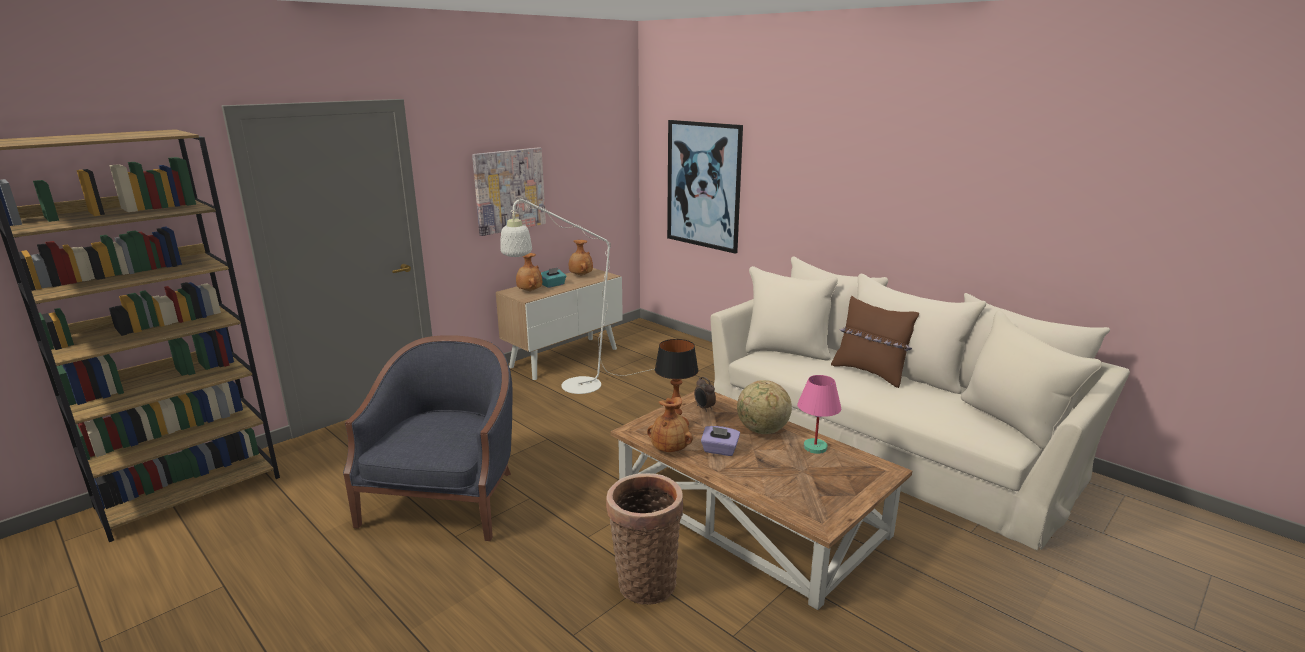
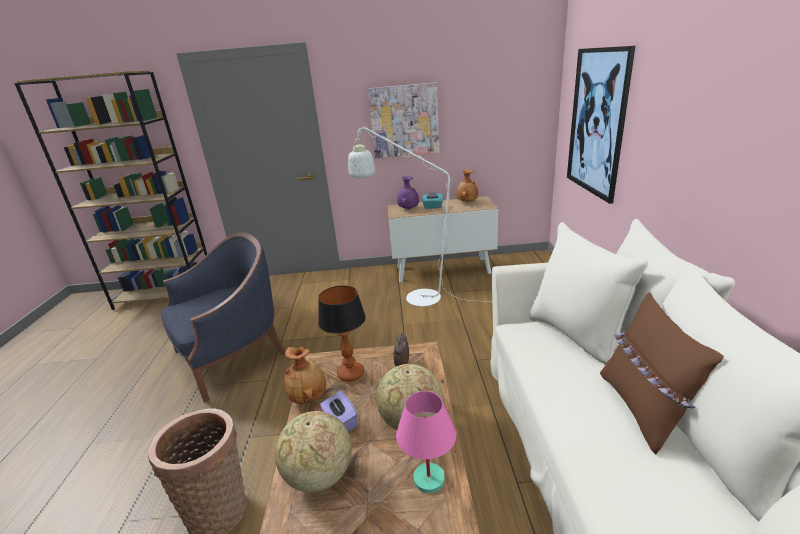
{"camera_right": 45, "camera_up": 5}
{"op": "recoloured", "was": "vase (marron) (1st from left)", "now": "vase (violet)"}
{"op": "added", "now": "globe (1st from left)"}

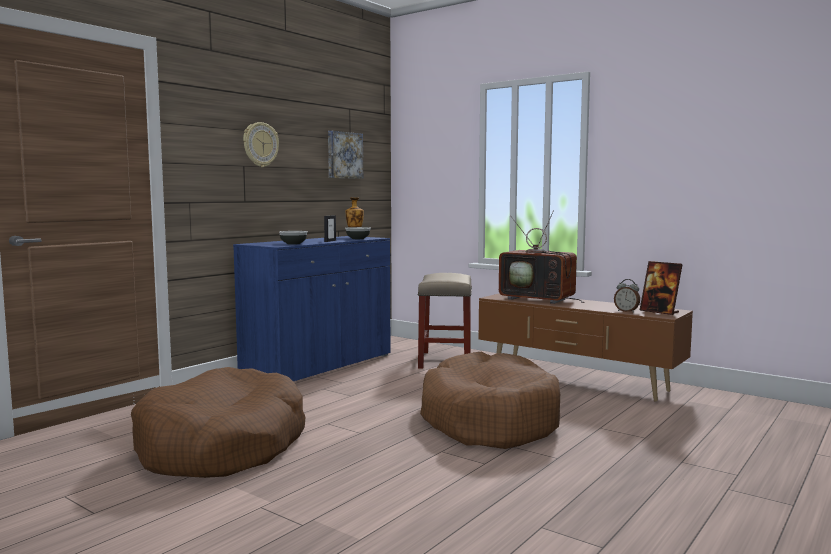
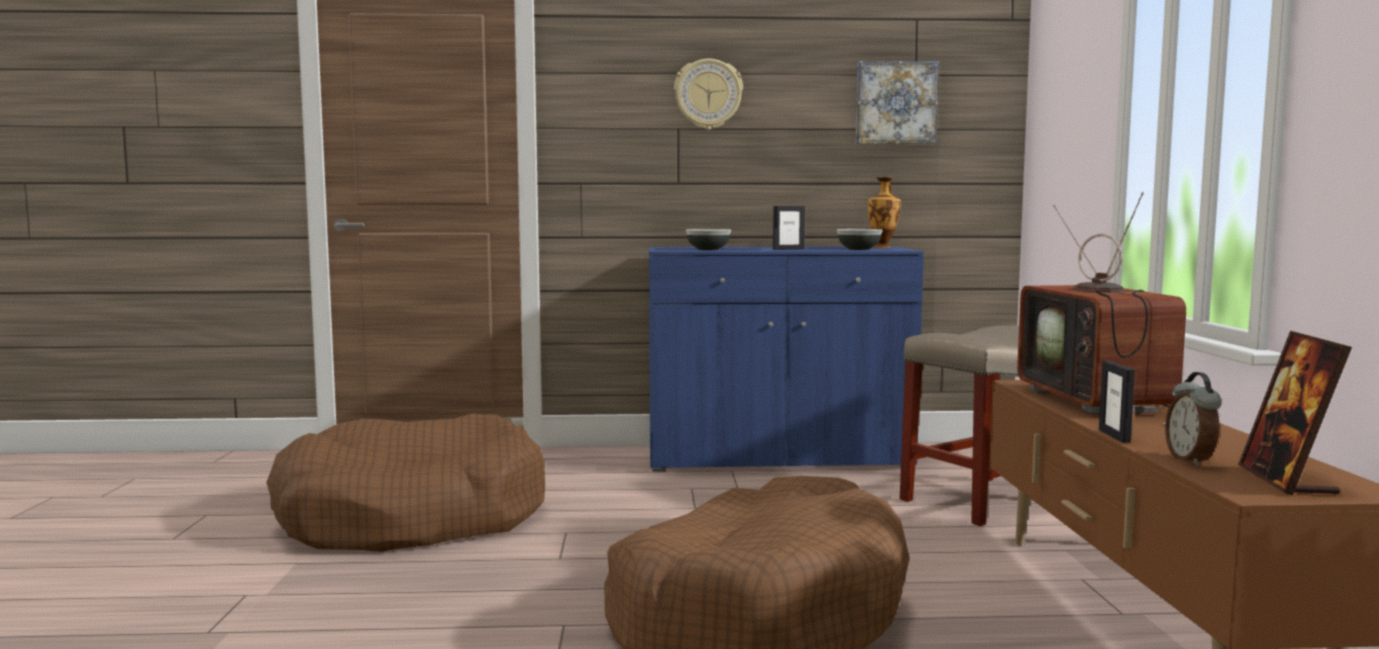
{"camera_right": 50, "camera_up": 0}
{"op": "added", "now": "cadre photo (2nd from left)"}

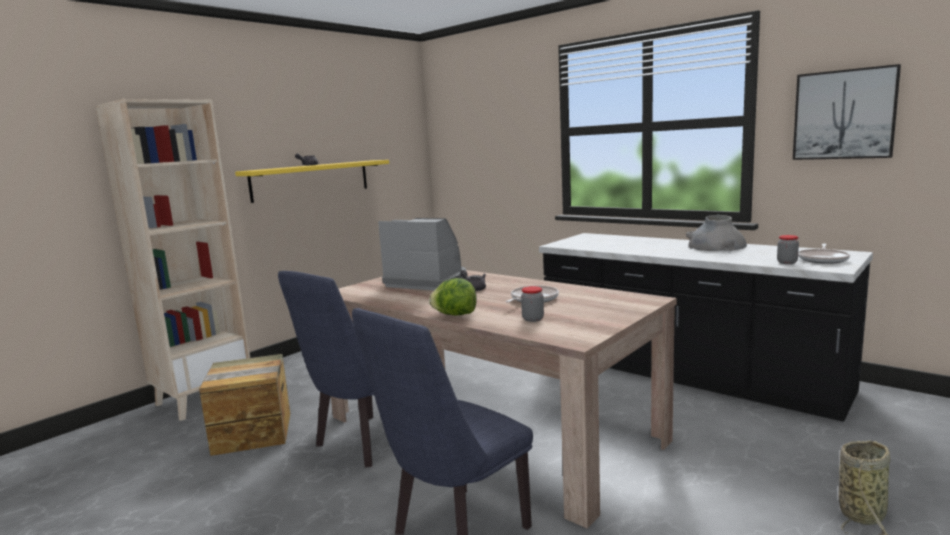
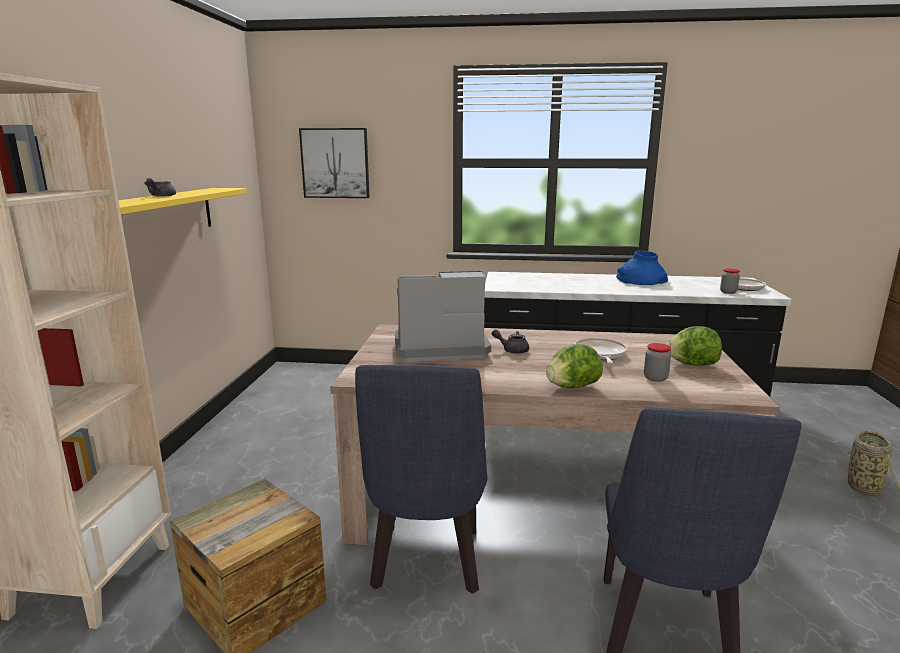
{"camera_right": -35, "camera_up": 5}
{"op": "recoloured", "was": "vase (gris)", "now": "vase (bleu)"}
{"op": "moved", "was": "tableau"}
{"op": "added", "now": "laitue (2nd from left)"}

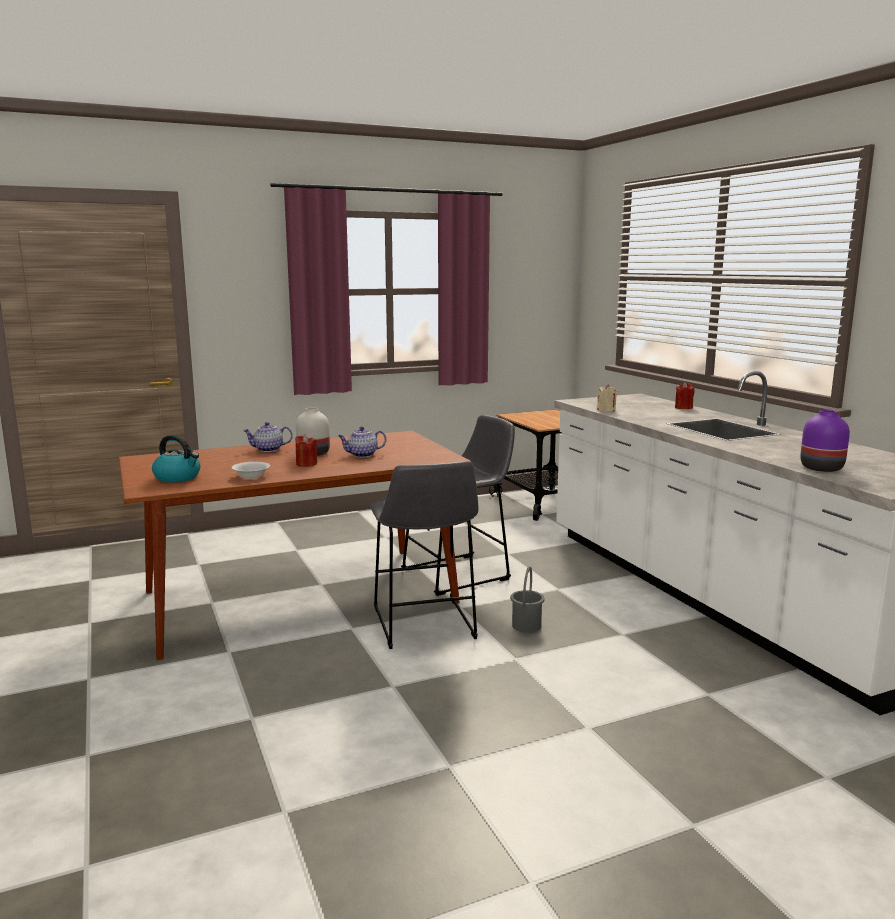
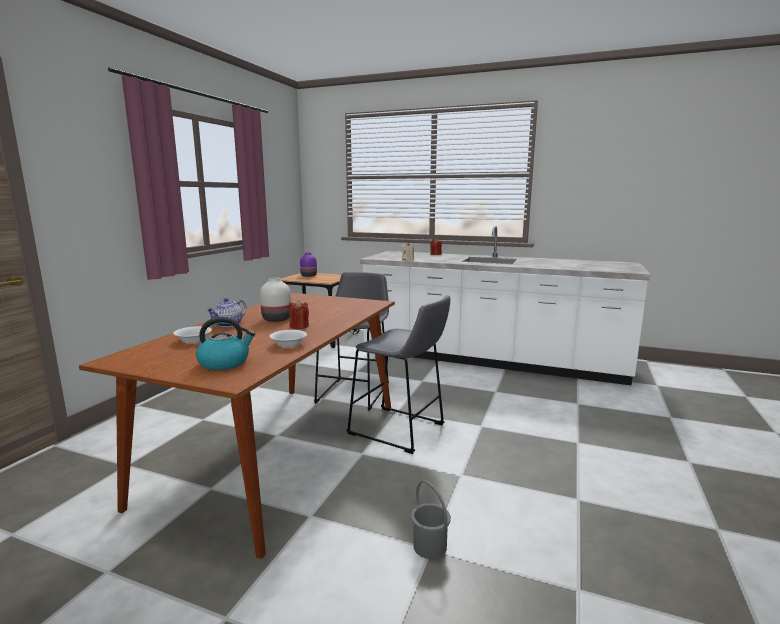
{"camera_right": -45, "camera_up": 0}
{"op": "removed", "was": "théière (2nd from left)"}
{"op": "moved", "was": "seau (gris)"}
{"op": "moved", "was": "vase (violet)"}
{"op": "added", "now": "bol (blanc) (1st from left)"}

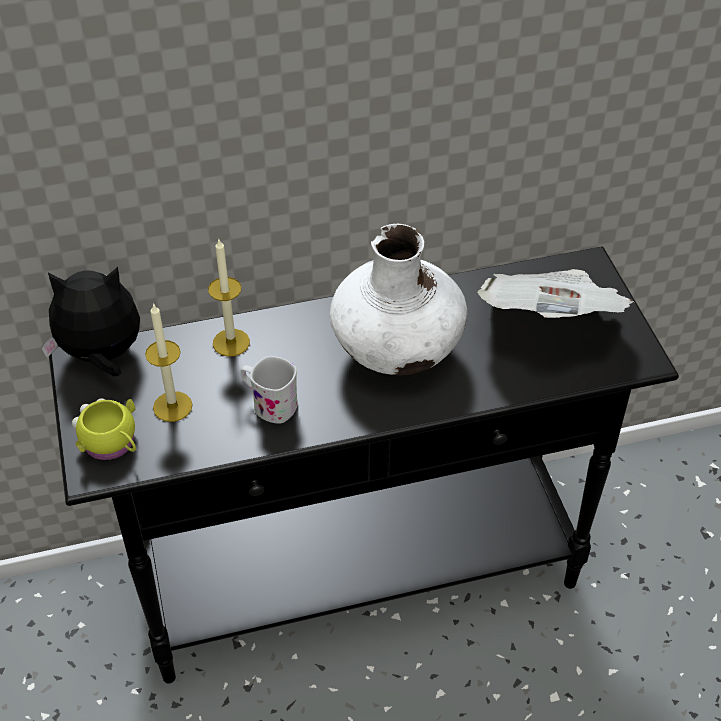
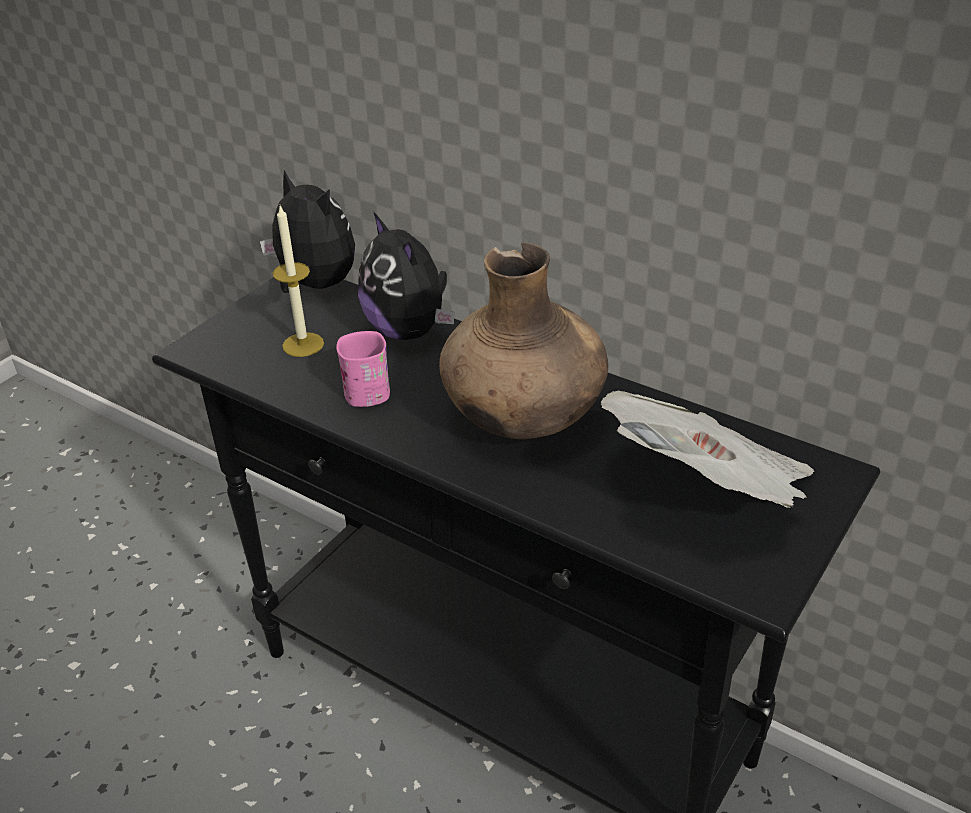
{"camera_right": 50, "camera_up": -10}
{"op": "removed", "was": "mug (jaune)"}
{"op": "replaced", "was": "bougie (2nd from left)", "now": "peluche (2nd from left)"}
{"op": "recoloured", "was": "mug (blanc)", "now": "mug (rose)"}
{"op": "recoloured", "was": "vase (blanc)", "now": "vase (marron)"}

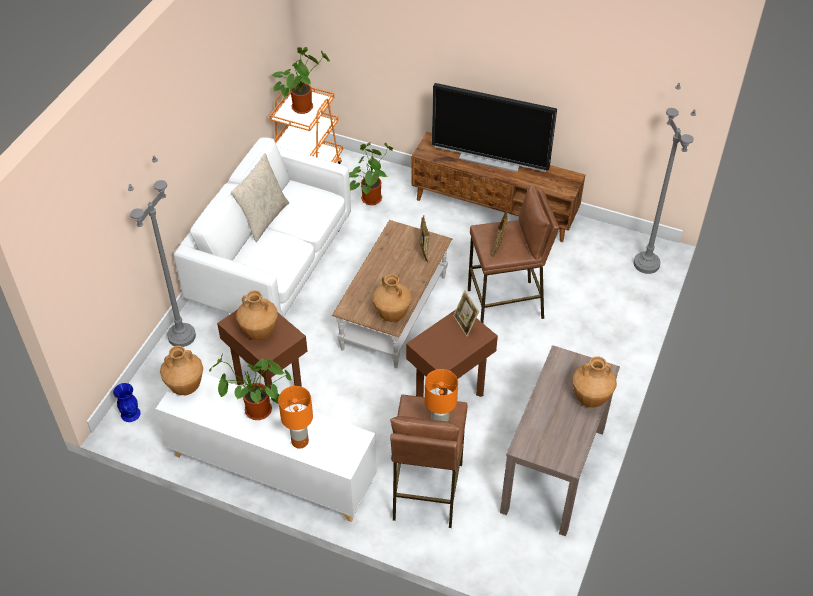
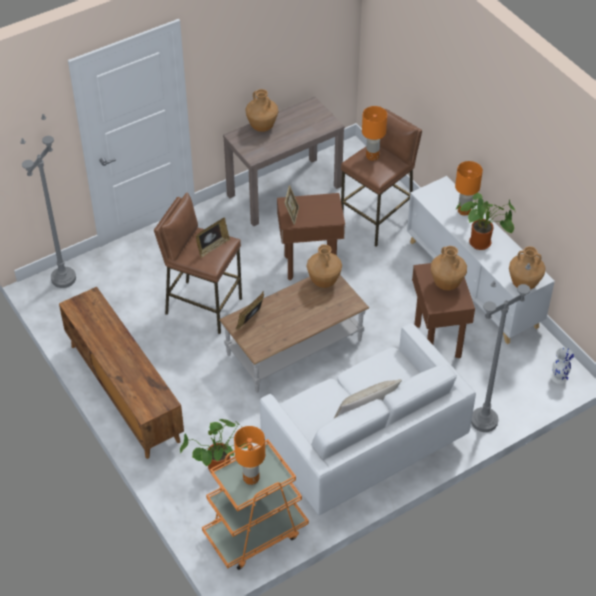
{"camera_right": -145, "camera_up": 0}
{"op": "recoloured", "was": "vase (bleu)", "now": "vase (blanc)"}
{"op": "replaced", "was": "plante en pot (2nd from left)", "now": "lampe de table (orange) (1st from left)"}
{"op": "removed", "was": "téléviseur"}

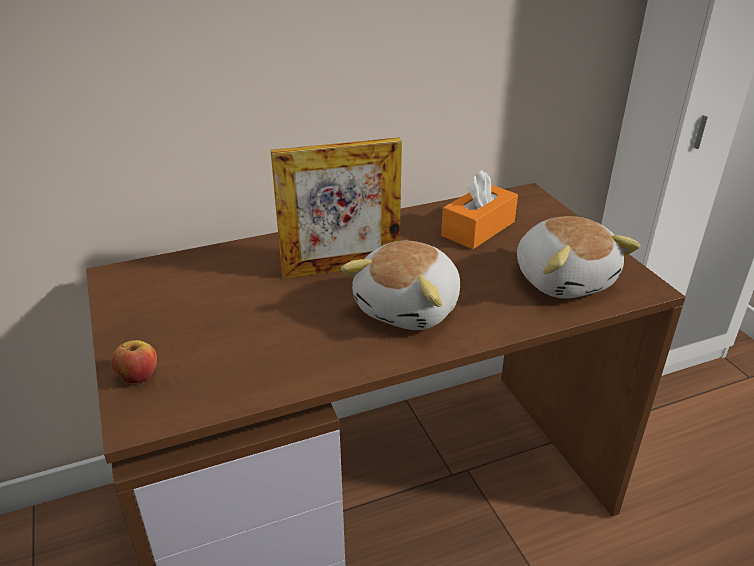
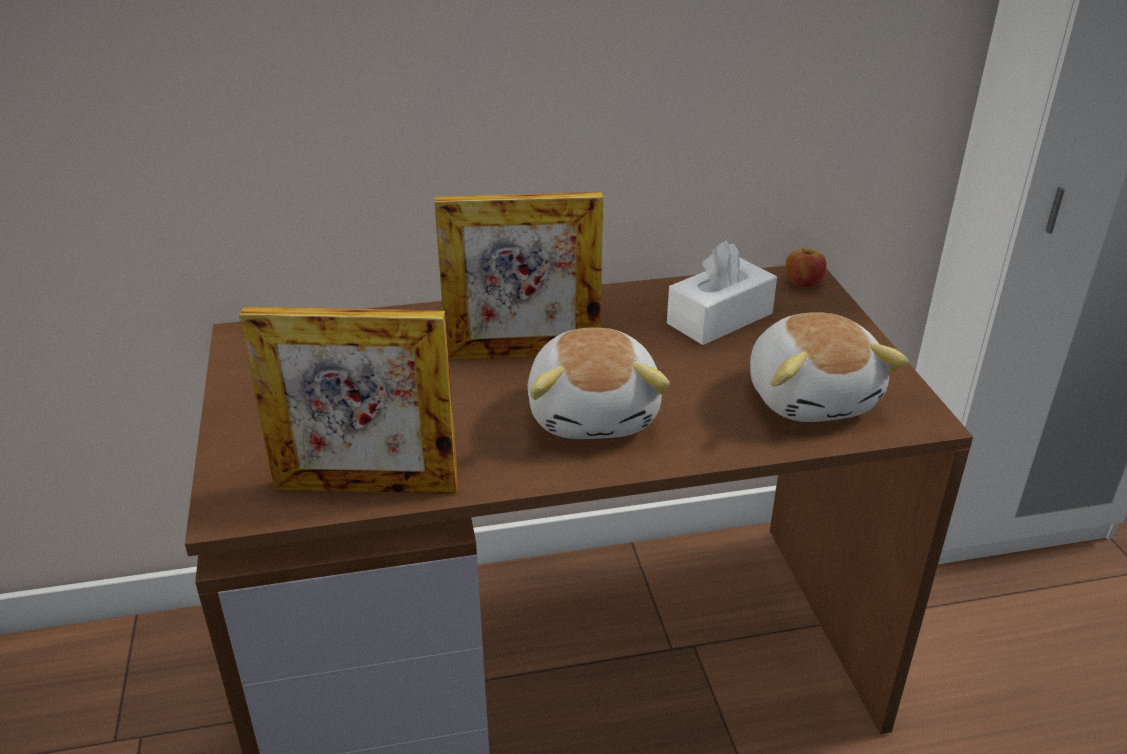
{"camera_right": 10, "camera_up": 0}
{"op": "moved", "was": "pomme"}
{"op": "turned", "was": "peluche (1st from left)", "clockwise": -45}
{"op": "recoloured", "was": "boîte à mouchoirs (orange)", "now": "boîte à mouchoirs (blanc)"}
{"op": "added", "now": "cadre photo (1st from left)"}

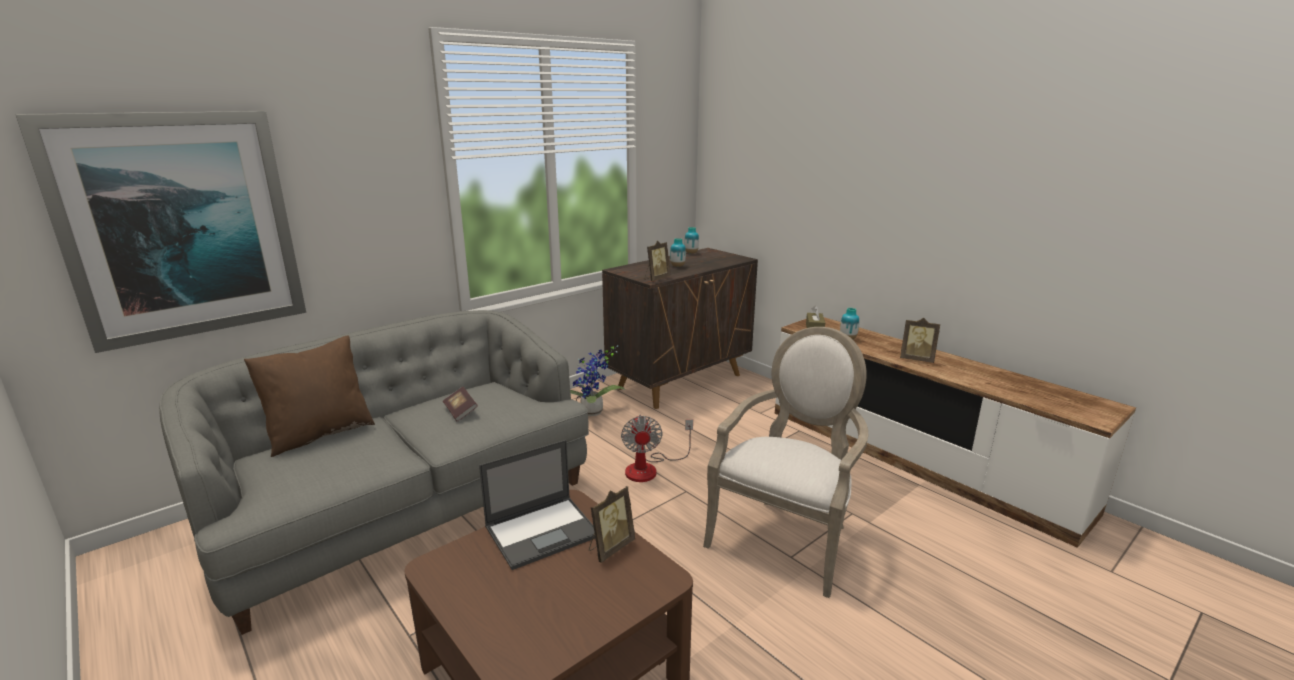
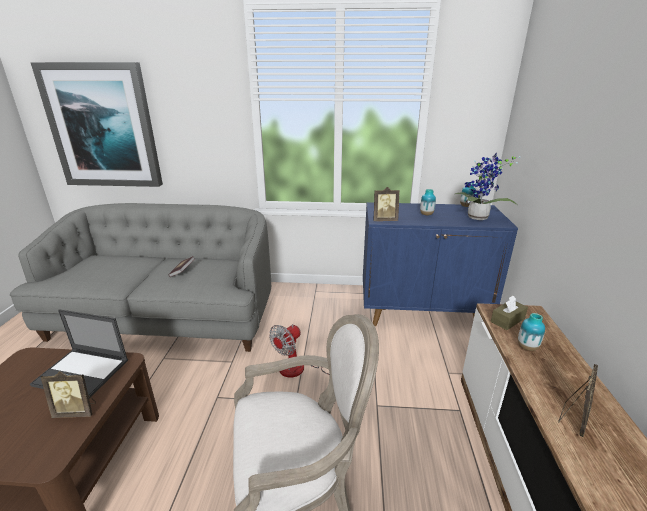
{"camera_right": 45, "camera_up": 5}
{"op": "removed", "was": "coussin (marron)"}
{"op": "moved", "was": "plante en pot"}
{"op": "recoloured", "was": "meuble de rangement (marron)", "now": "meuble de rangement (bleu)"}
{"op": "turned", "was": "cadre photo (3rd from left)", "clockwise": -120}

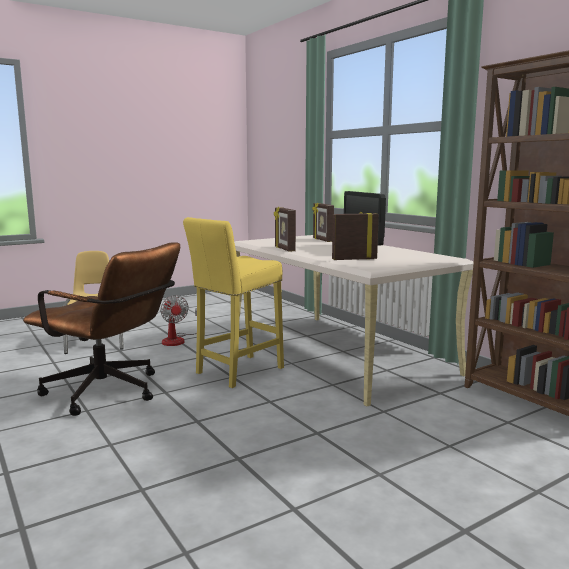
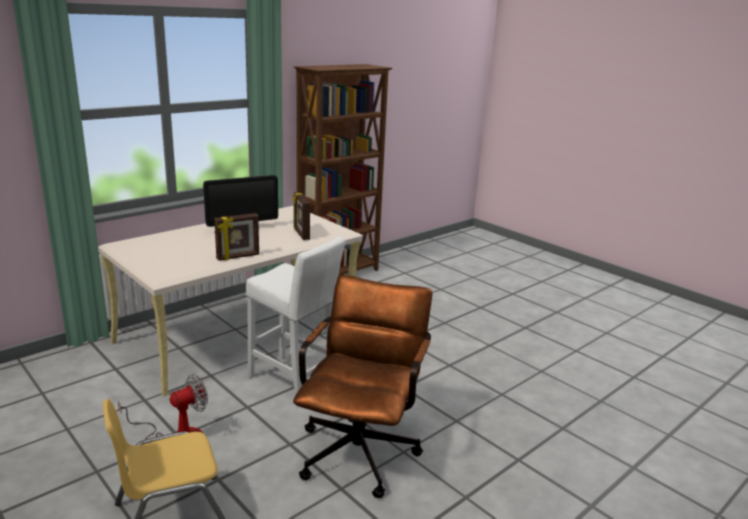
{"camera_right": -100, "camera_up": 10}
{"op": "recoloured", "was": "tabouret (jaune)", "now": "tabouret (blanc)"}
{"op": "removed", "was": "cadre photo (2nd from left)"}

